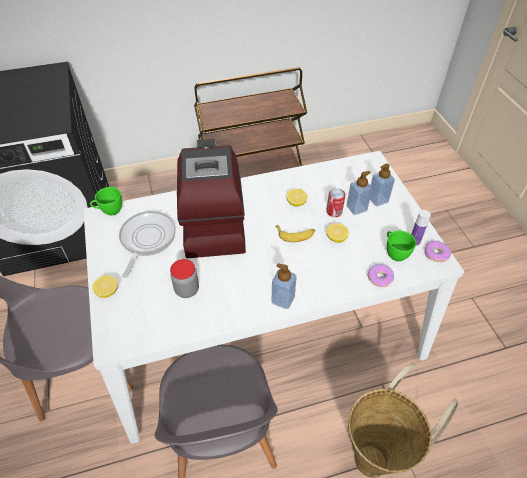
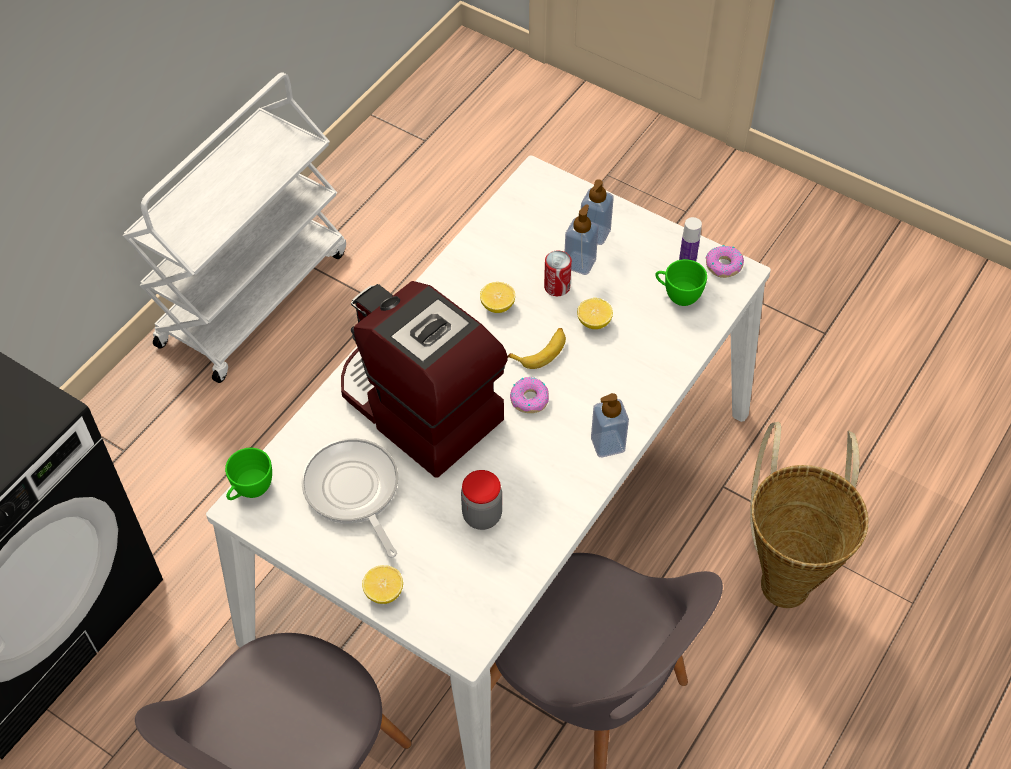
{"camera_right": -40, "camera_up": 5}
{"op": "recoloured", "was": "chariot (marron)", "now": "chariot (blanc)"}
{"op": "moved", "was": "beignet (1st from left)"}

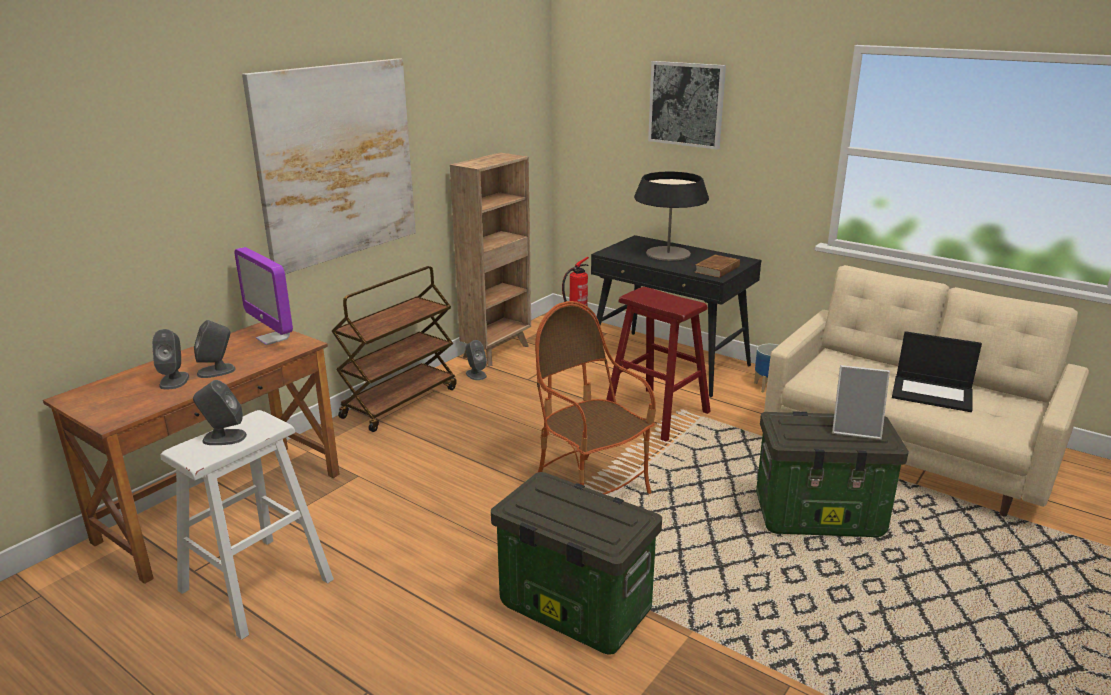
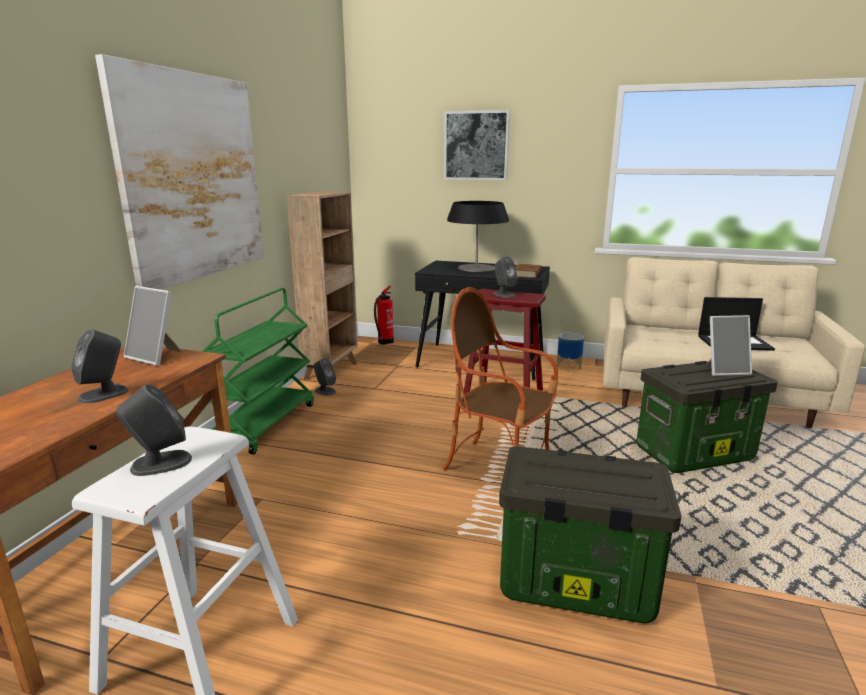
{"camera_right": -20, "camera_up": -5}
{"op": "moved", "was": "enceinte (gris) (1st from left in the first image)", "now": "enceinte (gris) (4th from left)"}
{"op": "replaced", "was": "écran d'ordinateur", "now": "cadre photo (1st from left)"}
{"op": "recoloured", "was": "chariot (marron)", "now": "chariot (vert)"}

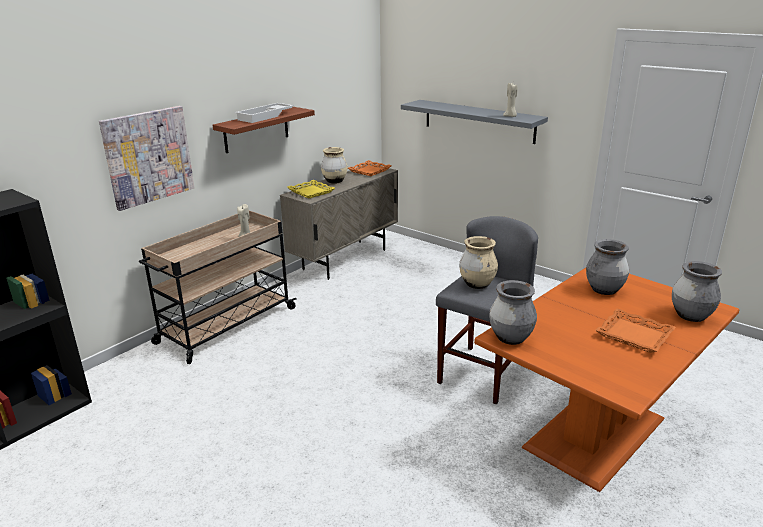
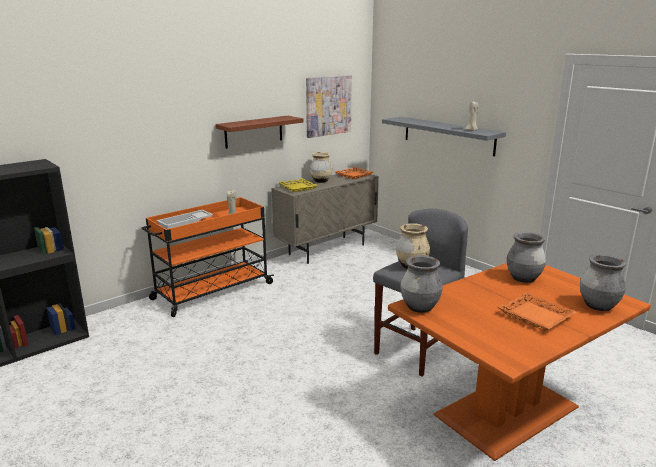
{"camera_right": 10, "camera_up": -5}
{"op": "moved", "was": "tableau"}
{"op": "recoloured", "was": "chariot (beige)", "now": "chariot (orange)"}
{"op": "moved", "was": "plateau (blanc)"}

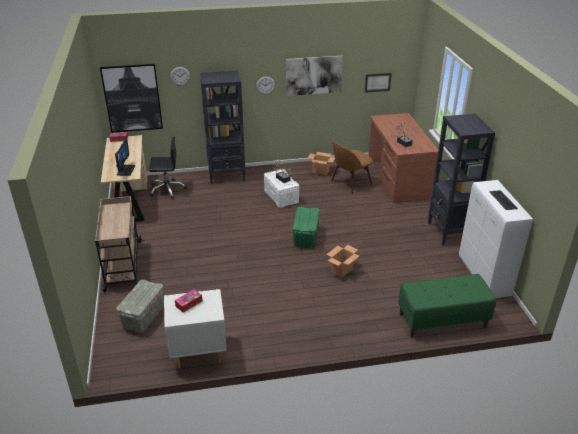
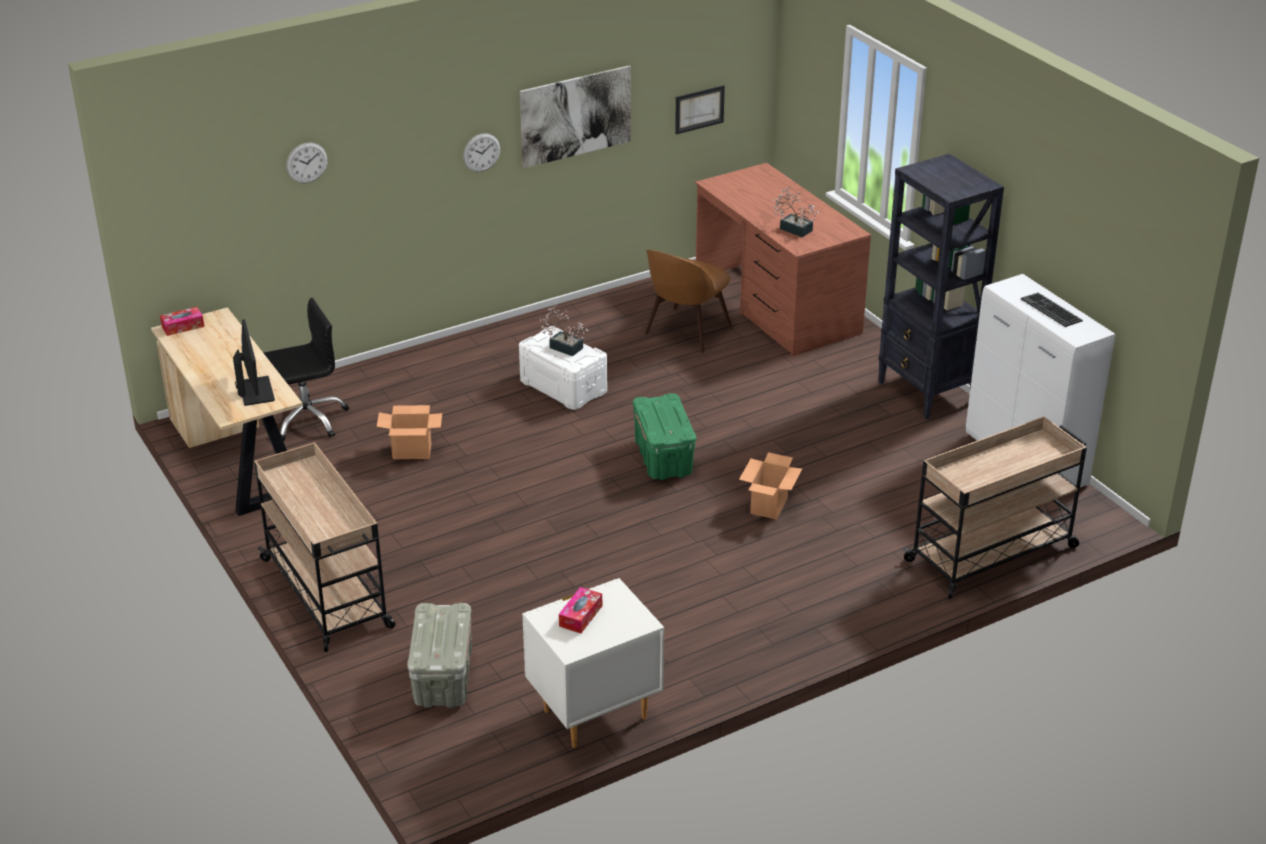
{"camera_right": -20, "camera_up": 0}
{"op": "removed", "was": "tableau (1st from left)"}
{"op": "removed", "was": "bibliothèque (noir) (1st from left)"}
{"op": "moved", "was": "carton (1st from left)"}
{"op": "replaced", "was": "banc (vert)", "now": "chariot (beige) (2nd from left)"}

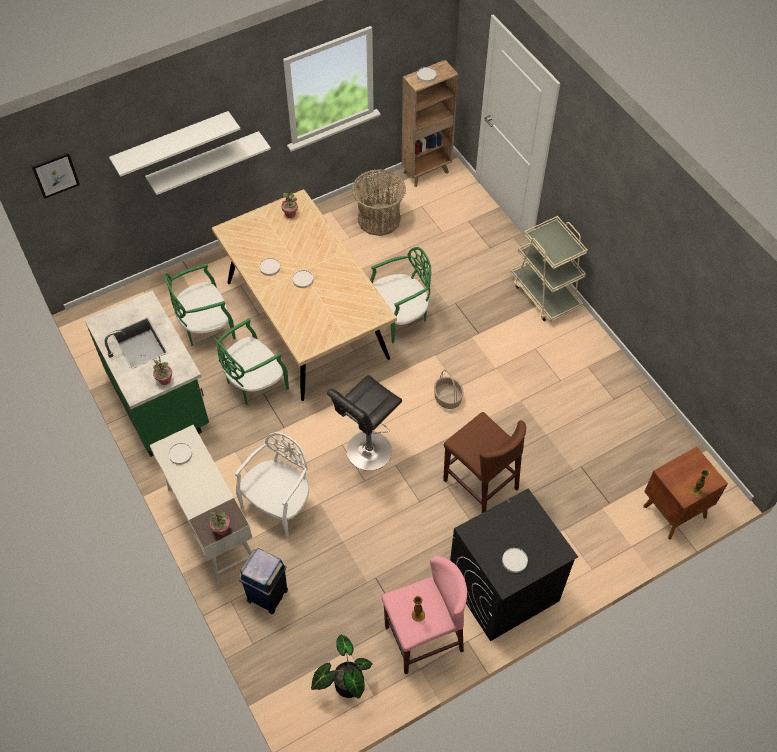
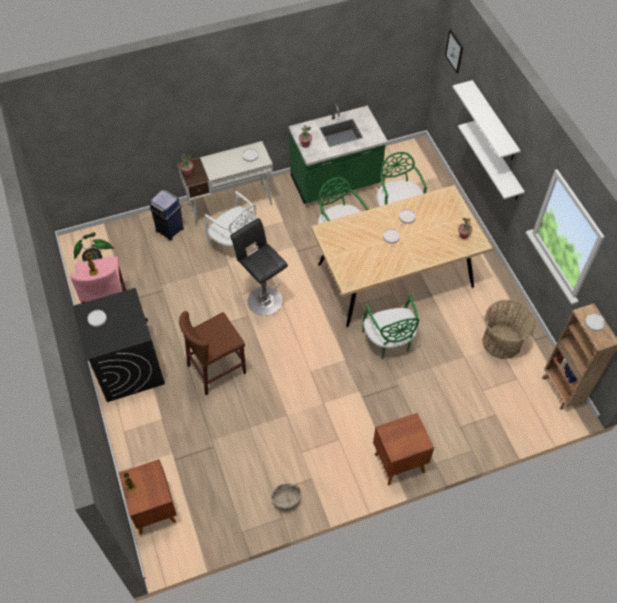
{"camera_right": 100, "camera_up": 0}
{"op": "moved", "was": "panier (2nd from left in the first image)", "now": "panier (1st from left)"}
{"op": "replaced", "was": "chariot (beige)", "now": "table de chevet (marron) (2nd from left)"}

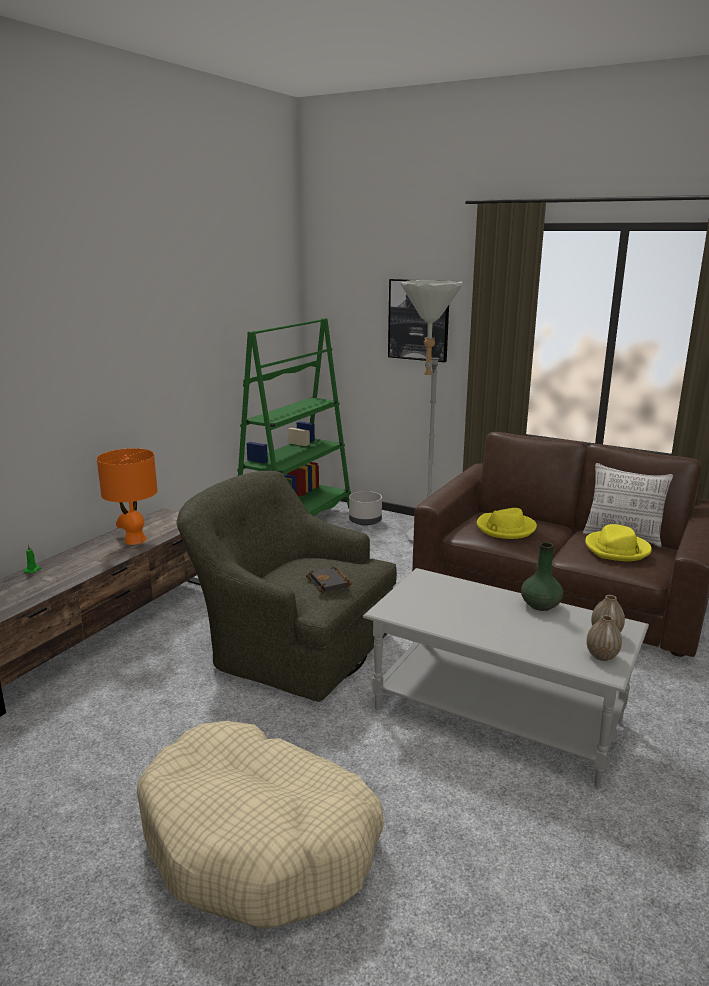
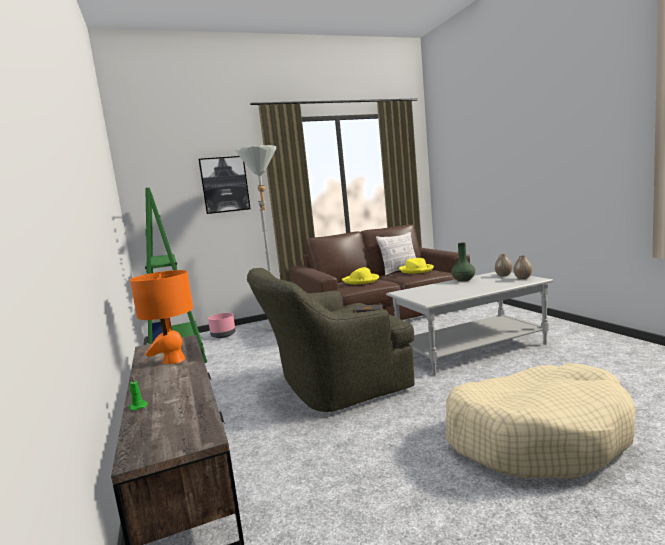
{"camera_right": -50, "camera_up": -10}
{"op": "recoloured", "was": "cache-pot (gris)", "now": "cache-pot (rose)"}

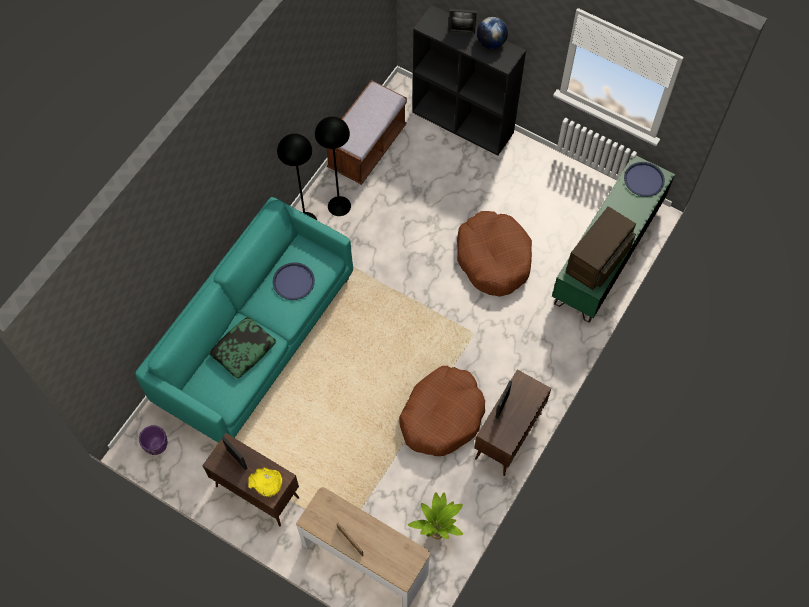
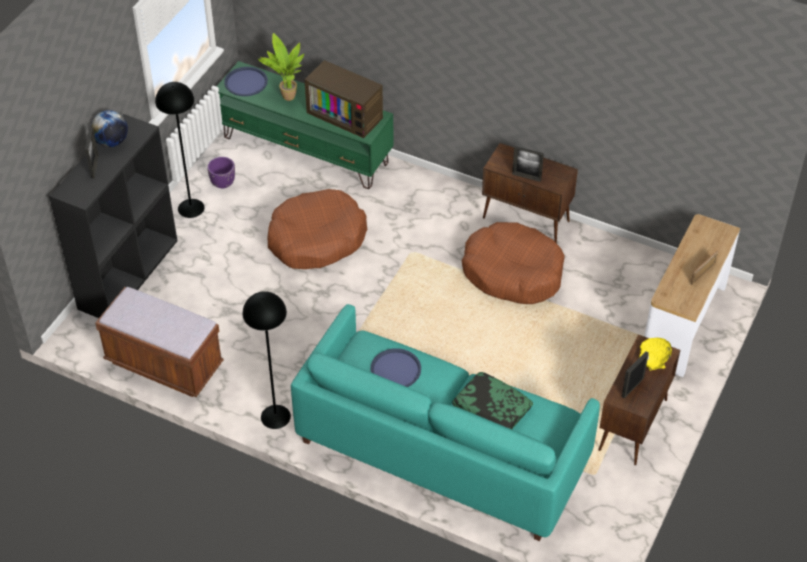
{"camera_right": -95, "camera_up": -15}
{"op": "moved", "was": "cache-pot (violet)"}
{"op": "moved", "was": "lampadaire (noir) (2nd from left in the first image)", "now": "lampadaire (noir) (1st from left)"}
{"op": "moved", "was": "plante en pot"}

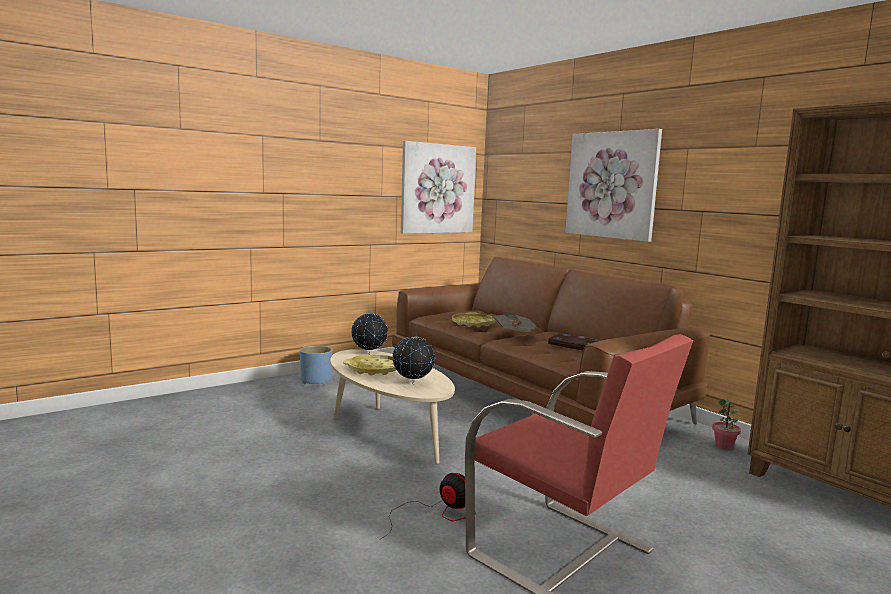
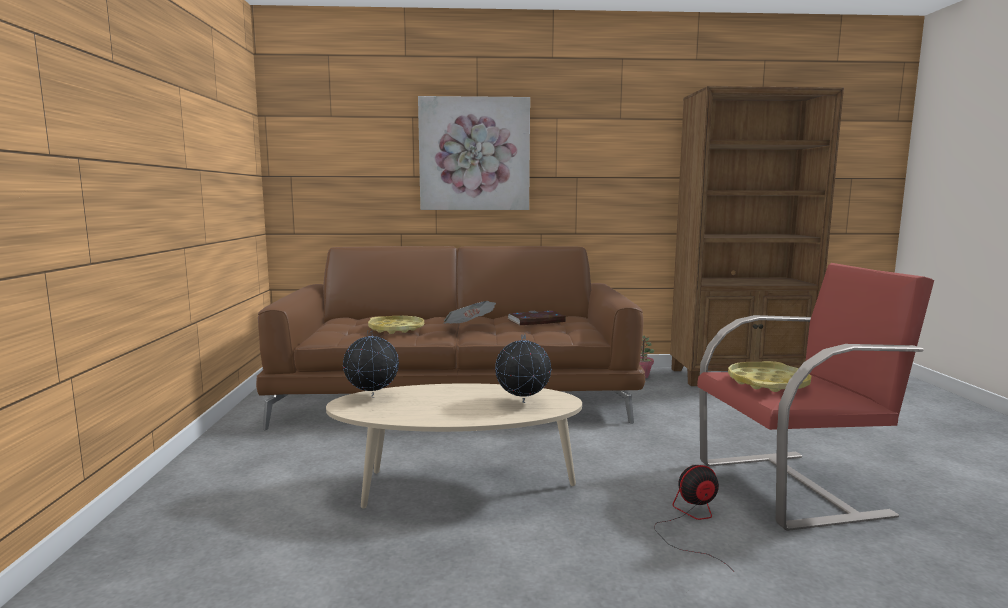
{"camera_right": -55, "camera_up": 0}
{"op": "removed", "was": "cache-pot (bleu)"}
{"op": "moved", "was": "plateau (jaune) (1st from left in the first image)", "now": "plateau (jaune) (2nd from left)"}
{"op": "removed", "was": "tableau (1st from left)"}

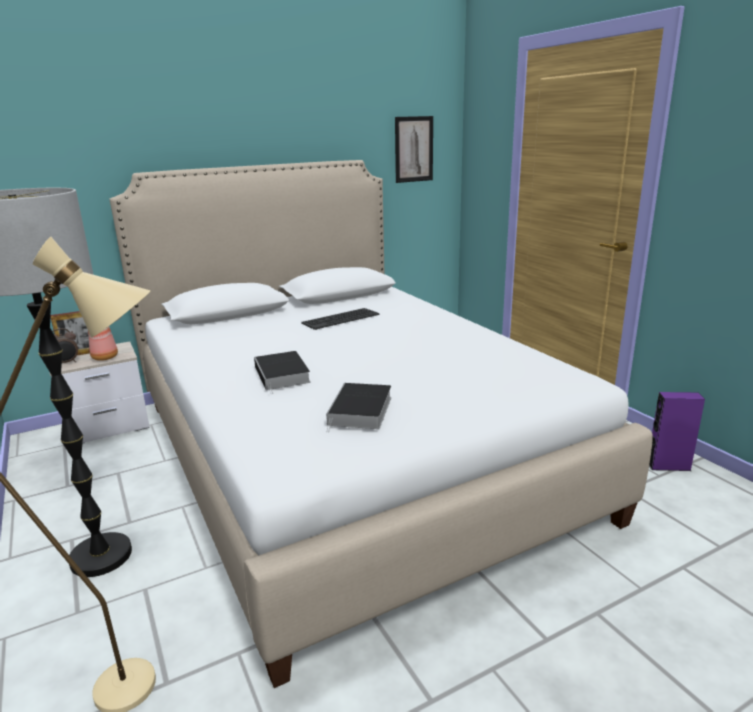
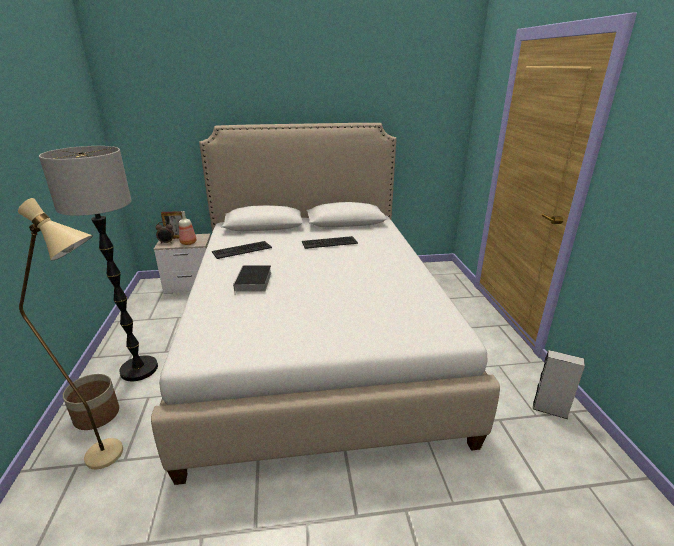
{"camera_right": 20, "camera_up": 5}
{"op": "removed", "was": "livre (2nd from left)"}
{"op": "removed", "was": "tableau"}
{"op": "recoloured", "was": "enceinte (violet)", "now": "enceinte (gris)"}
{"op": "added", "now": "cache-pot"}
{"op": "added", "now": "clavier (1st from left)"}

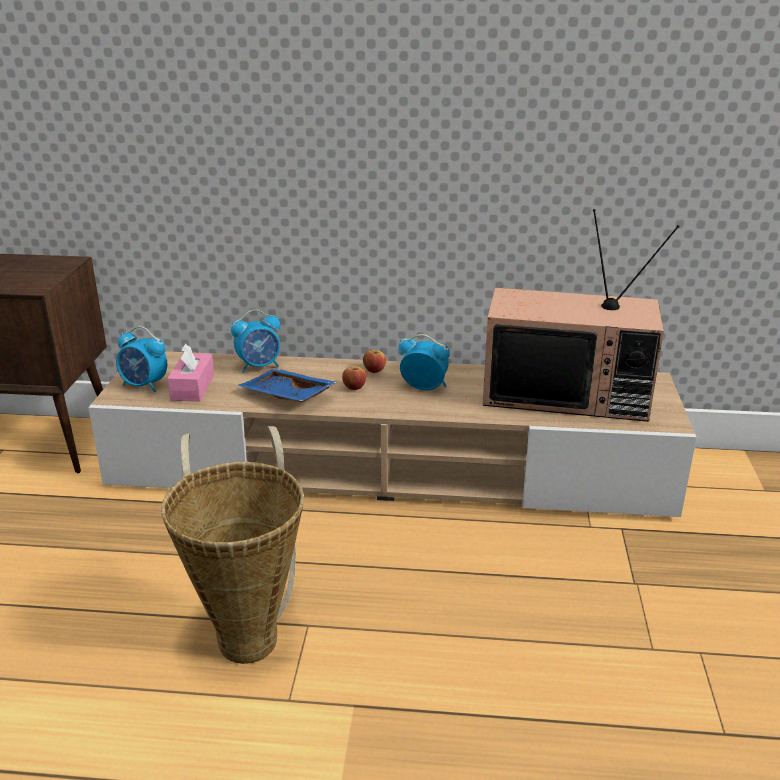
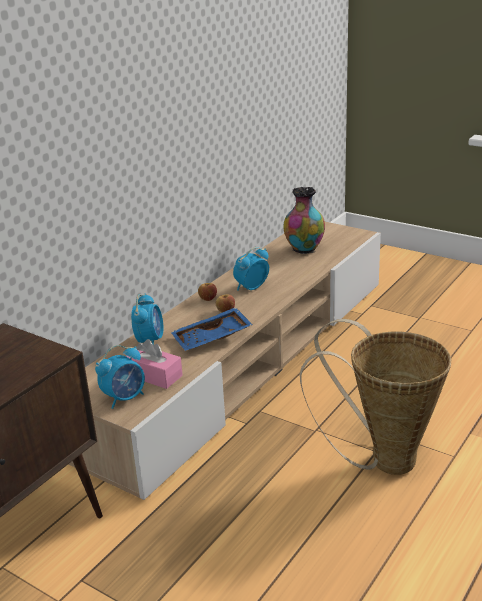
{"camera_right": -60, "camera_up": 0}
{"op": "replaced", "was": "téléviseur", "now": "vase"}

